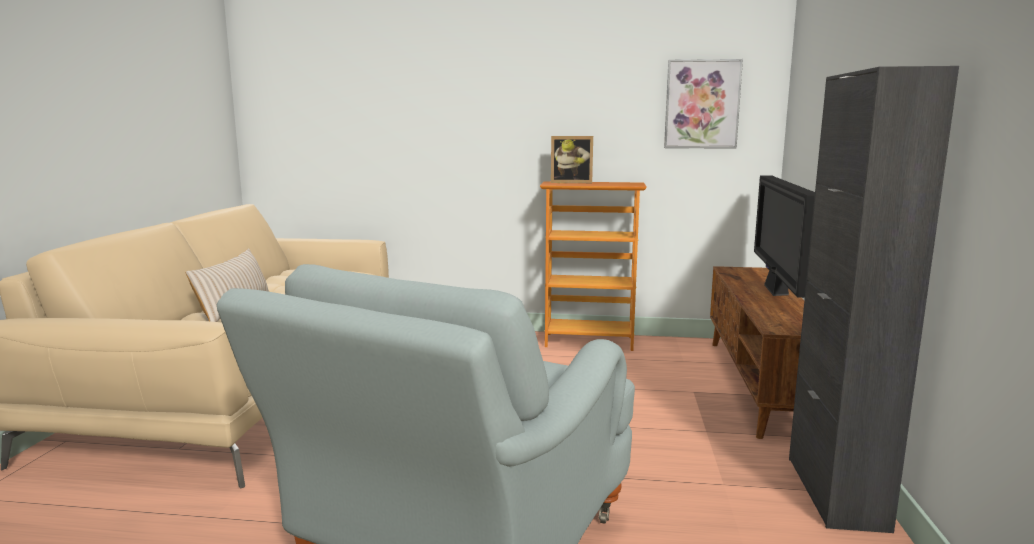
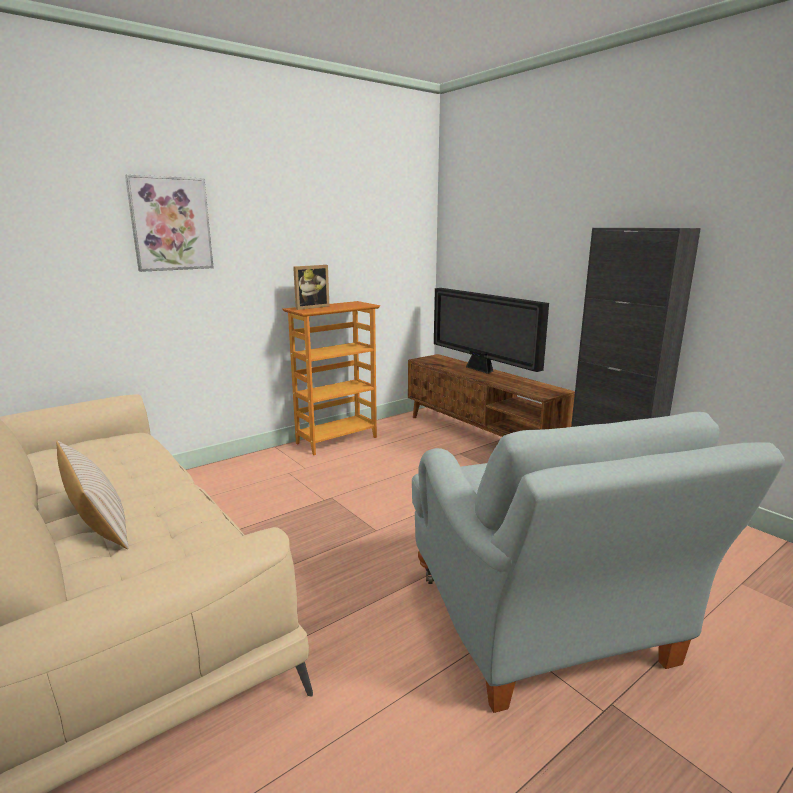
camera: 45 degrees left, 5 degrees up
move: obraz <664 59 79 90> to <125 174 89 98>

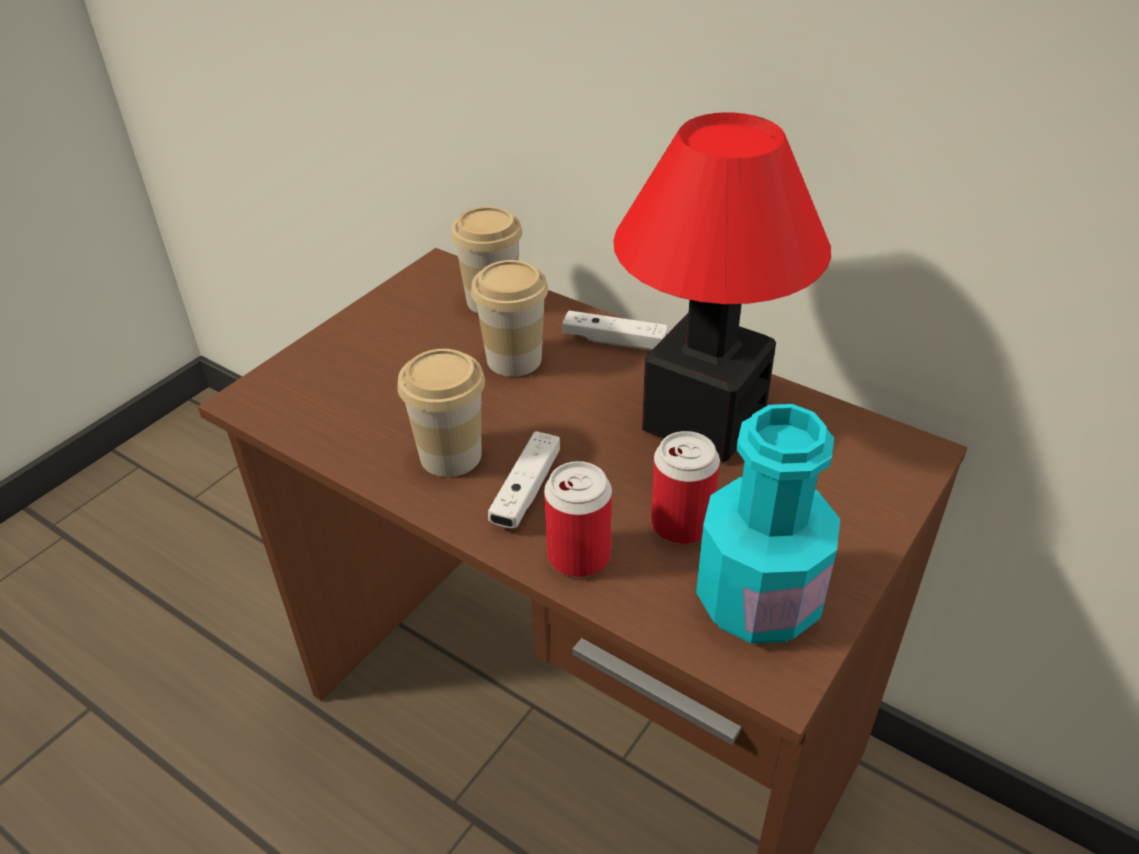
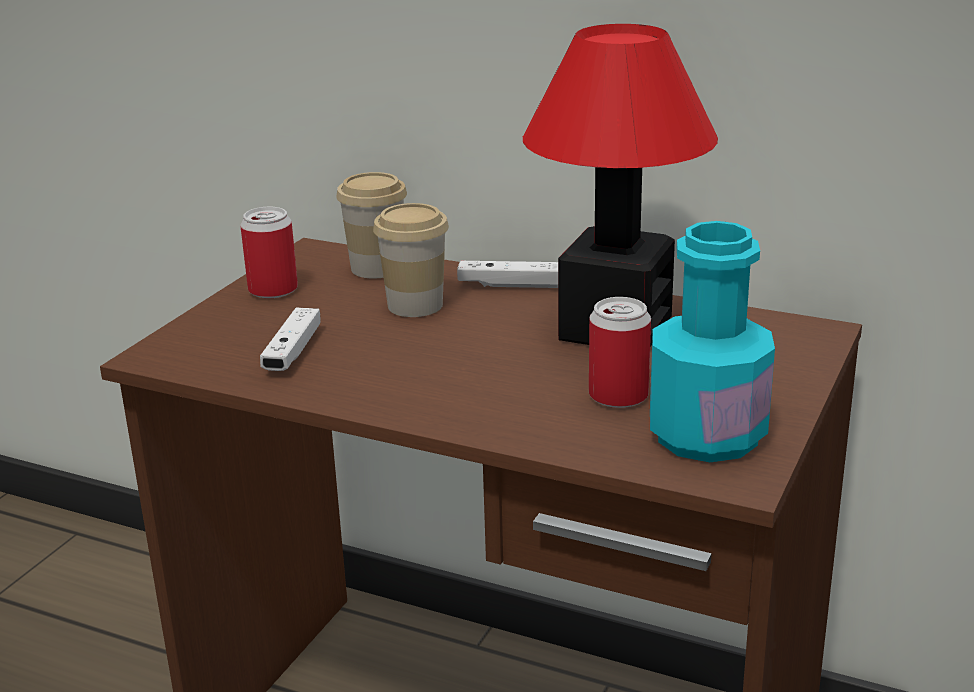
camera: 10 degrees left, 15 degrees down
delete: filiżanka <397 349 88 128>
move: pad do gier [biały] <488 431 72 98> to <260 308 61 63>; puszka <544 461 68 116> to <240 207 58 91>

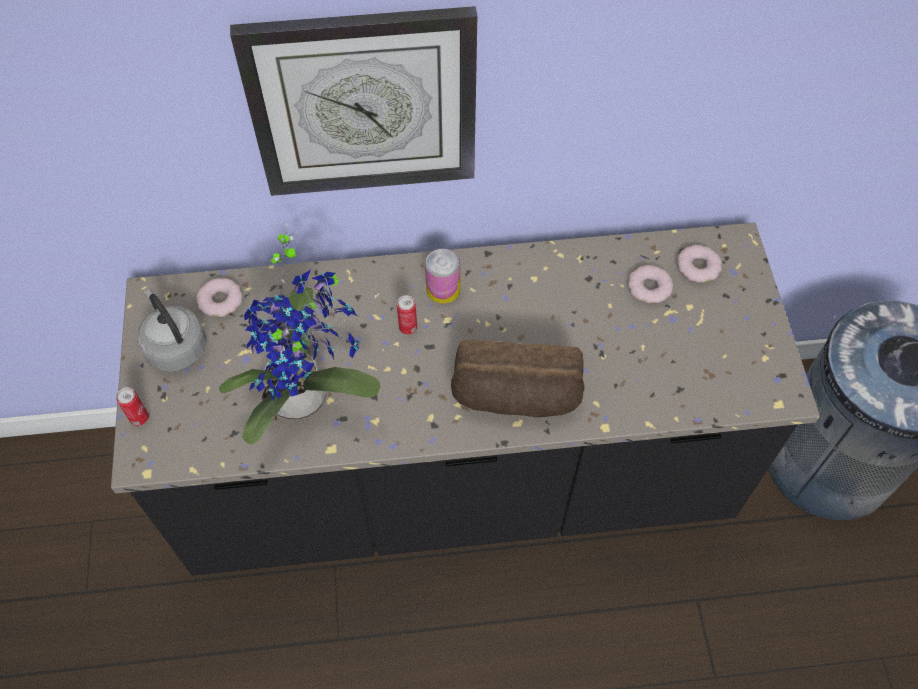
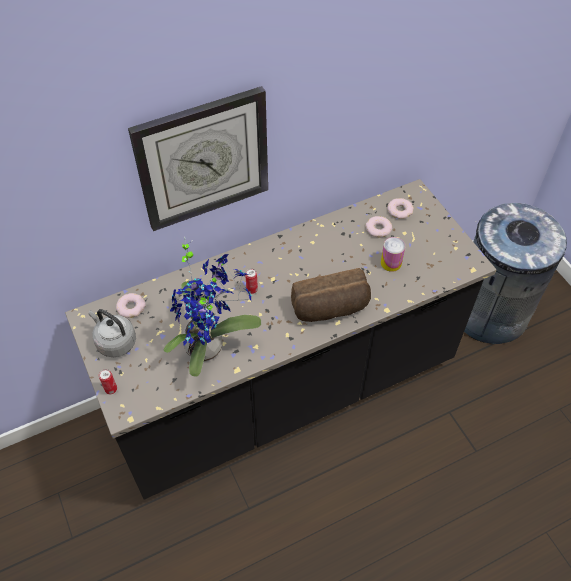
camera: 20 degrees left, 5 degrees down
move: puszka <425 249 36 55> to <381 237 24 35>

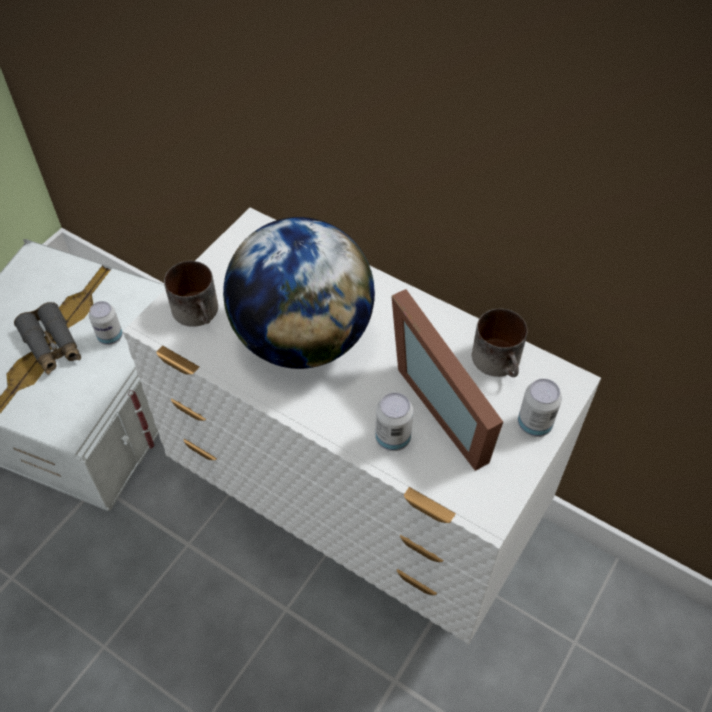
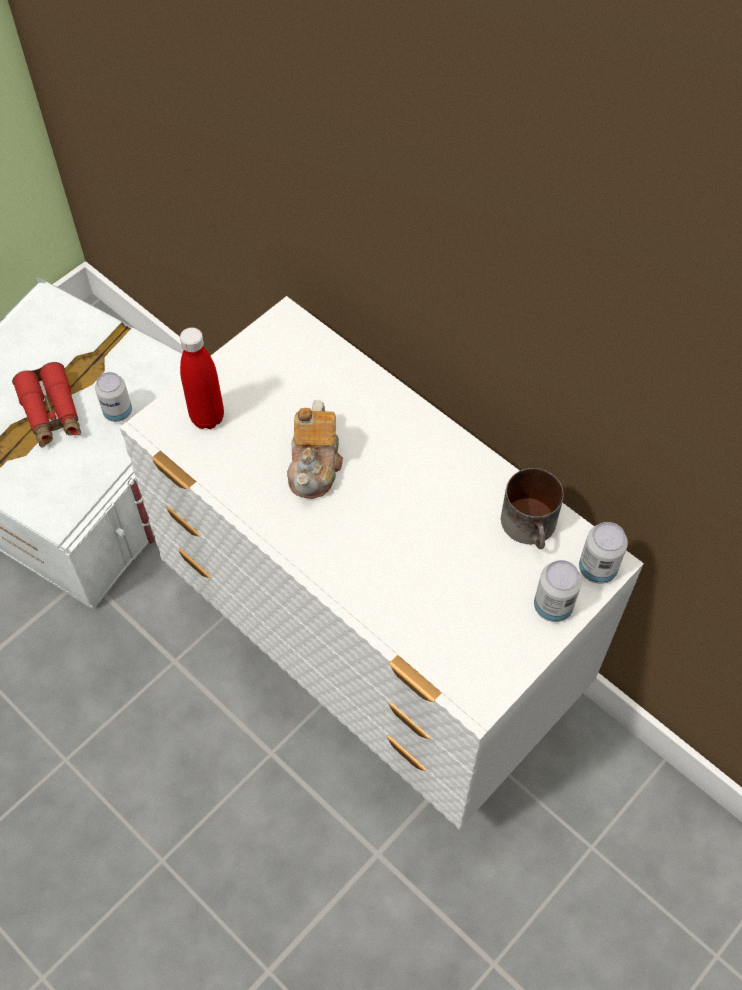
camera: 10 degrees right, 5 degrees up
delete: ramka na zdjęcie <391 289 112 182>
move: puszka <375 393 38 58> to <579 522 49 62>
replace: kubek <164 261 54 66> to butelka [czerwony] <180 327 44 102>; globus <223 217 152 152> to imbryk <287 400 56 99>
recolor: lornetka [szary] <14 302 67 73> to lornetka [czerwony] <12 362 69 86>

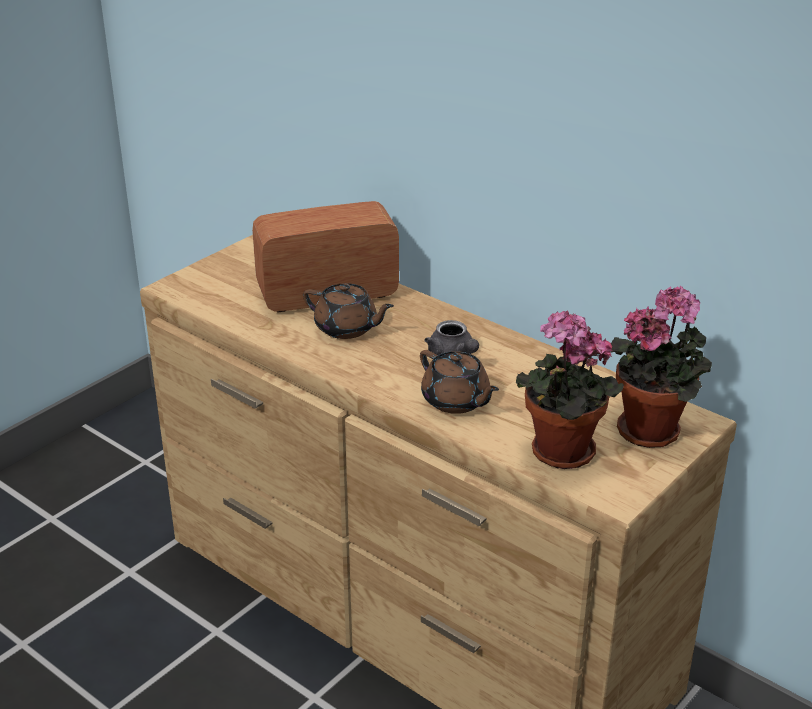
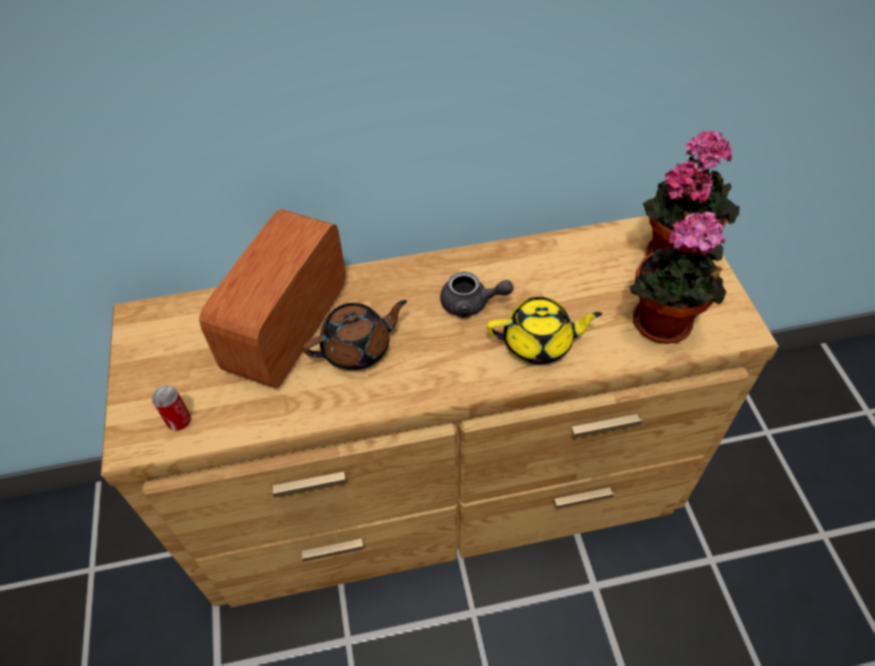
camera: 50 degrees left, 20 degrees up
insert: puszka <152 385 39 45>
recolor: imbryk [brązowy] <420 350 79 64> to imbryk [żółty] <487 297 115 67>

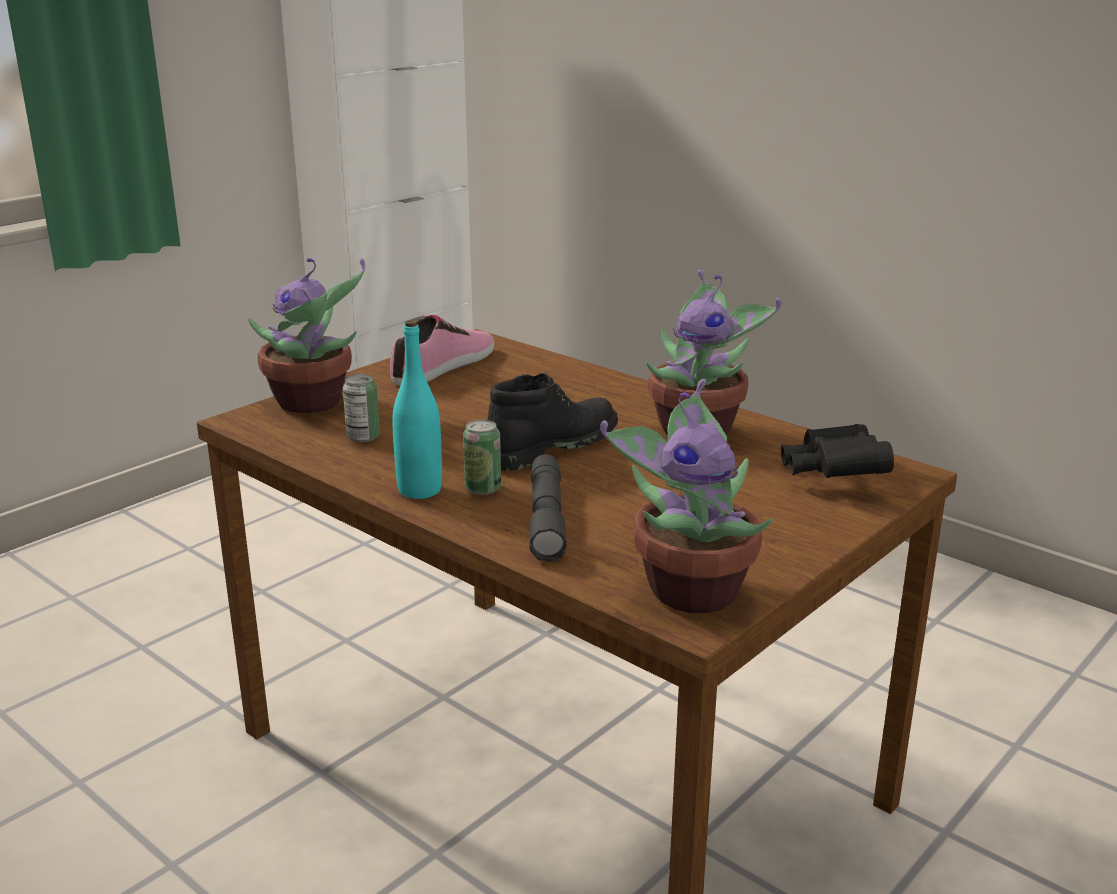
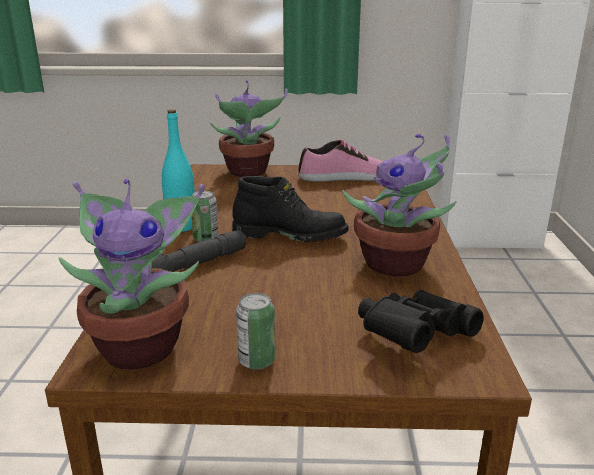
camera: 50 degrees right, 0 degrees up
move: puszka <343 374 37 68> to <236 293 39 77>

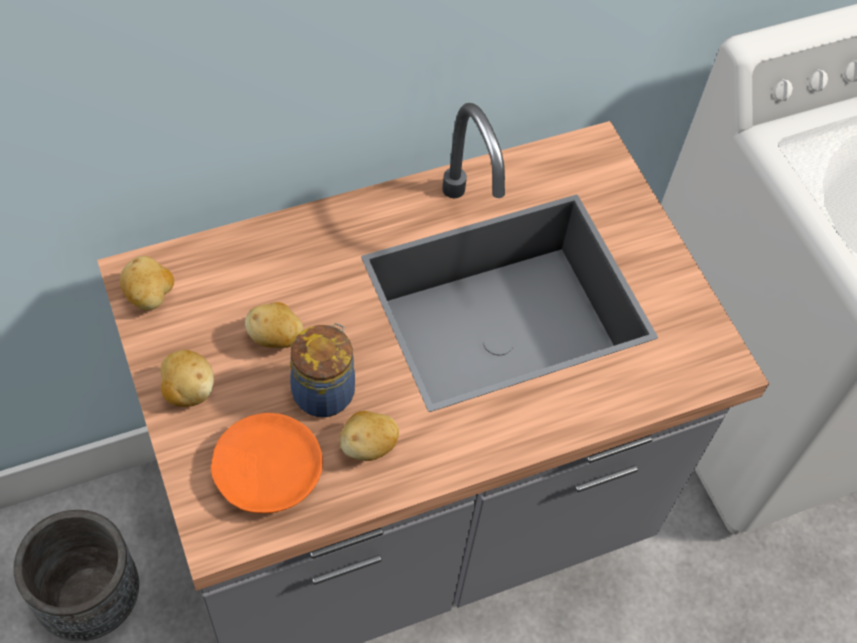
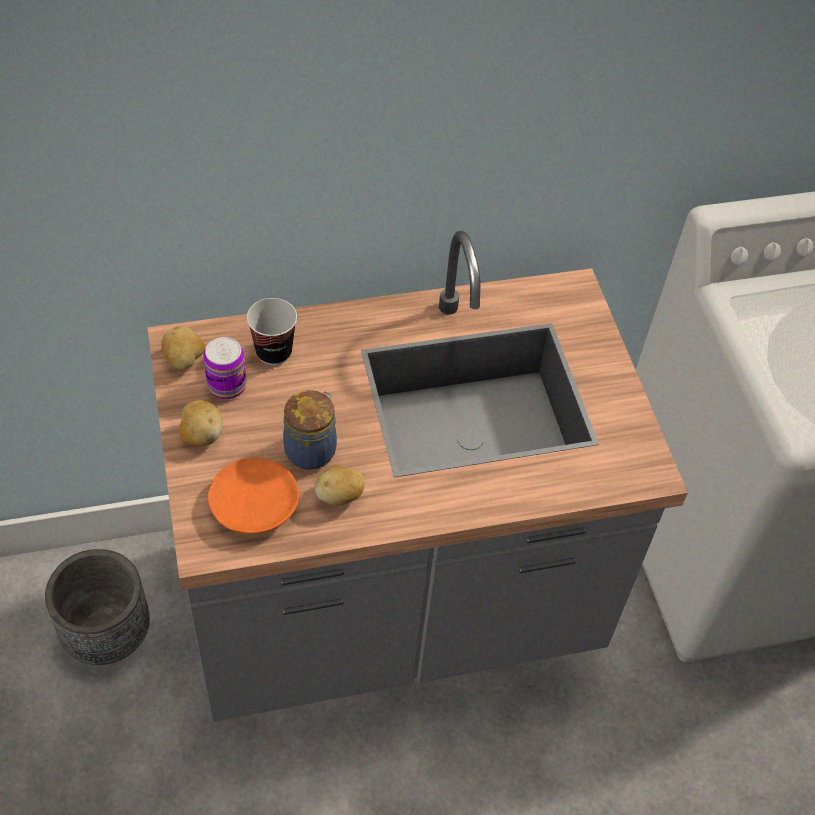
camera: 10 degrees right, 5 degrees down
delete: ziemniak <245 302 58 46>
insert: puszka <203 337 44 62>; filiżanka <247 298 50 67>

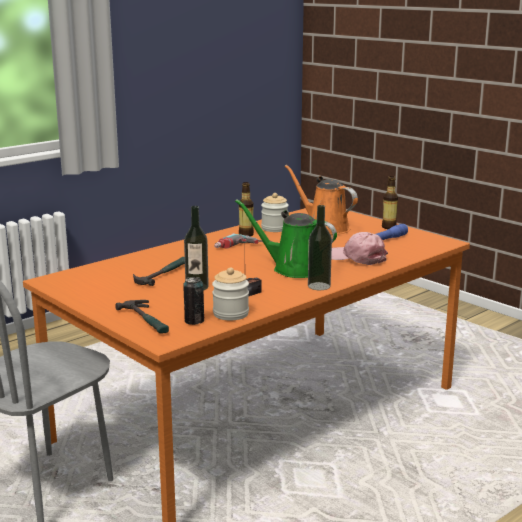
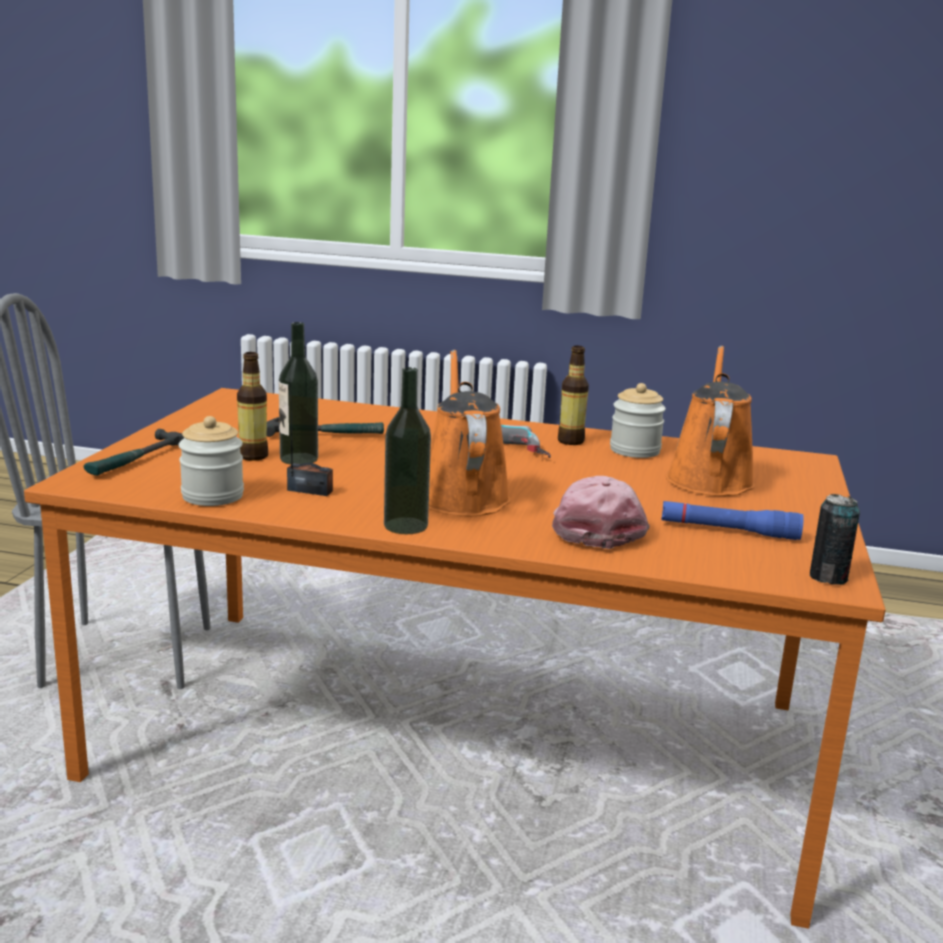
camera: 55 degrees right, 0 degrees up
move: puszka <183 277 21 48> to <810 494 50 91>; butelka <382 176 16 53> to <237 352 31 109>
recolor: konewka [zielony] <235 199 102 79> to konewka [pomarańczowy] <429 350 82 166>

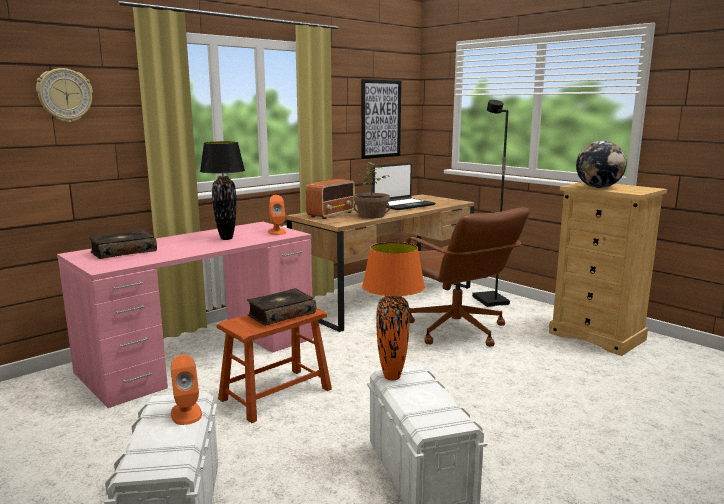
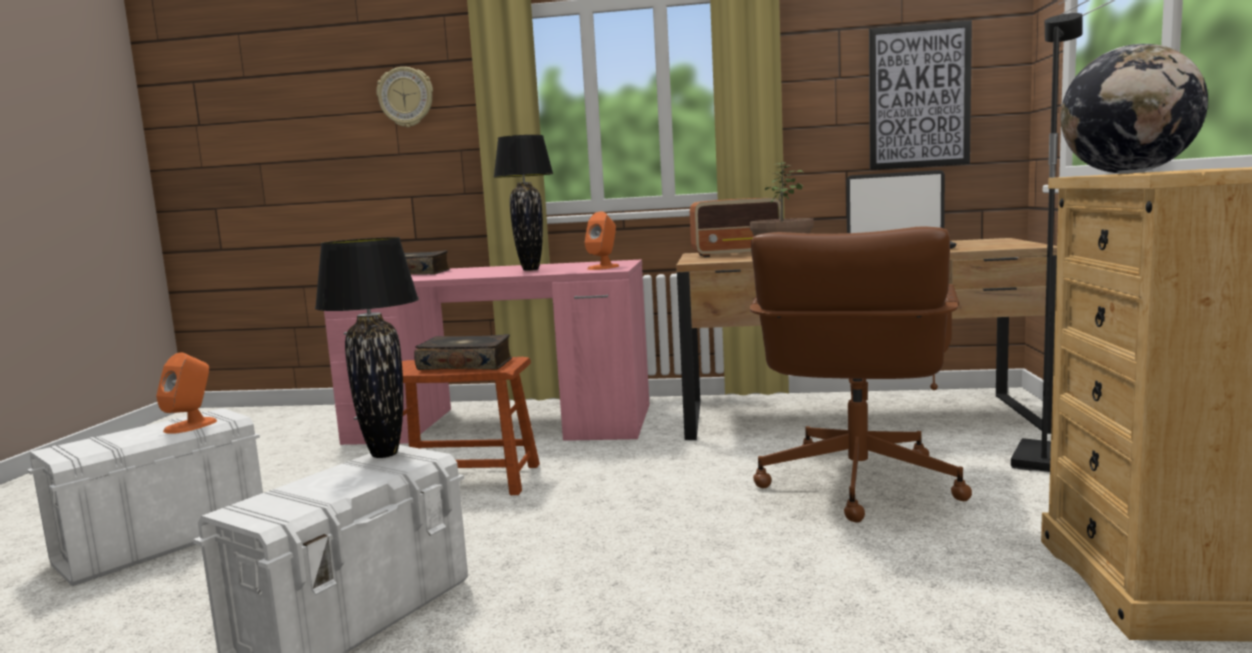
camera: 50 degrees right, 5 degrees down
recolor: lampa stołowa [pomarańczowy] <362 242 63 138> to lampa stołowa [czarny] <315 237 104 221>

